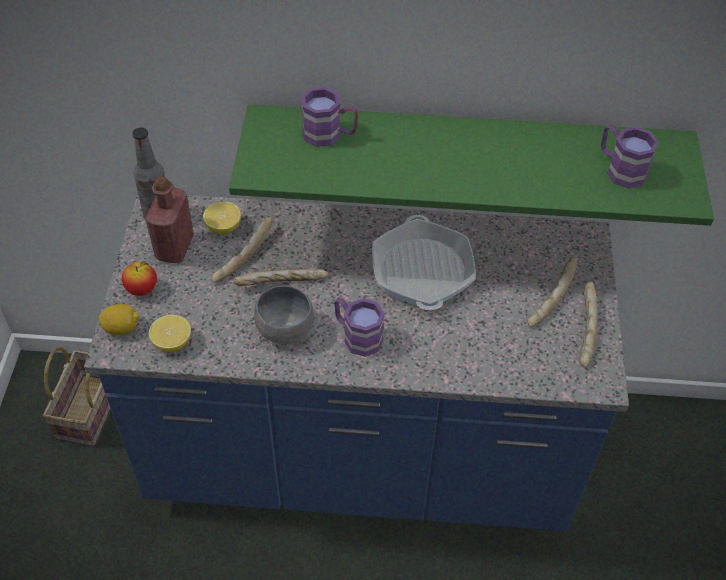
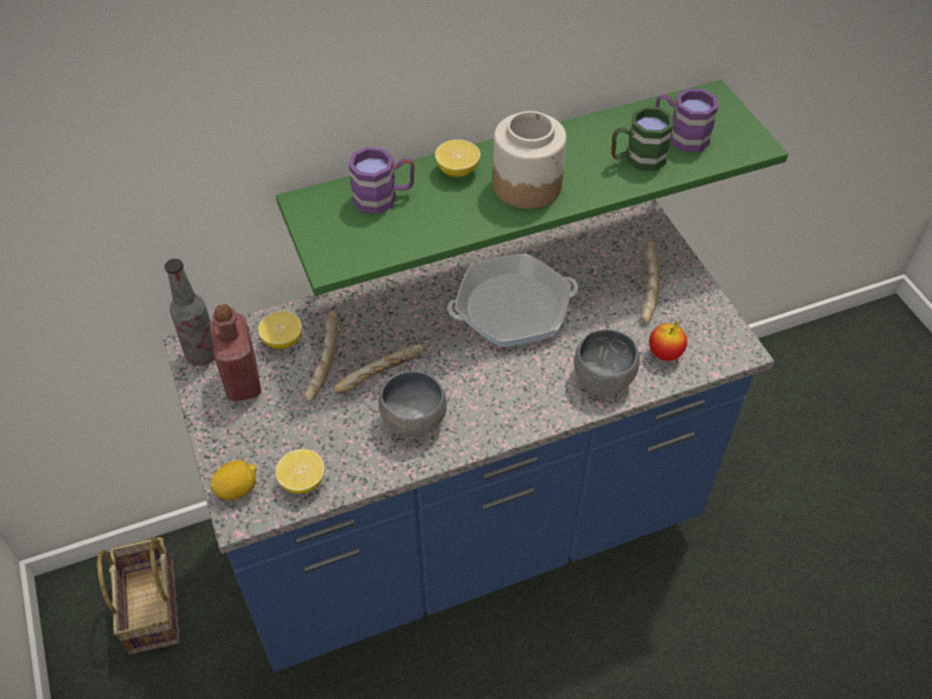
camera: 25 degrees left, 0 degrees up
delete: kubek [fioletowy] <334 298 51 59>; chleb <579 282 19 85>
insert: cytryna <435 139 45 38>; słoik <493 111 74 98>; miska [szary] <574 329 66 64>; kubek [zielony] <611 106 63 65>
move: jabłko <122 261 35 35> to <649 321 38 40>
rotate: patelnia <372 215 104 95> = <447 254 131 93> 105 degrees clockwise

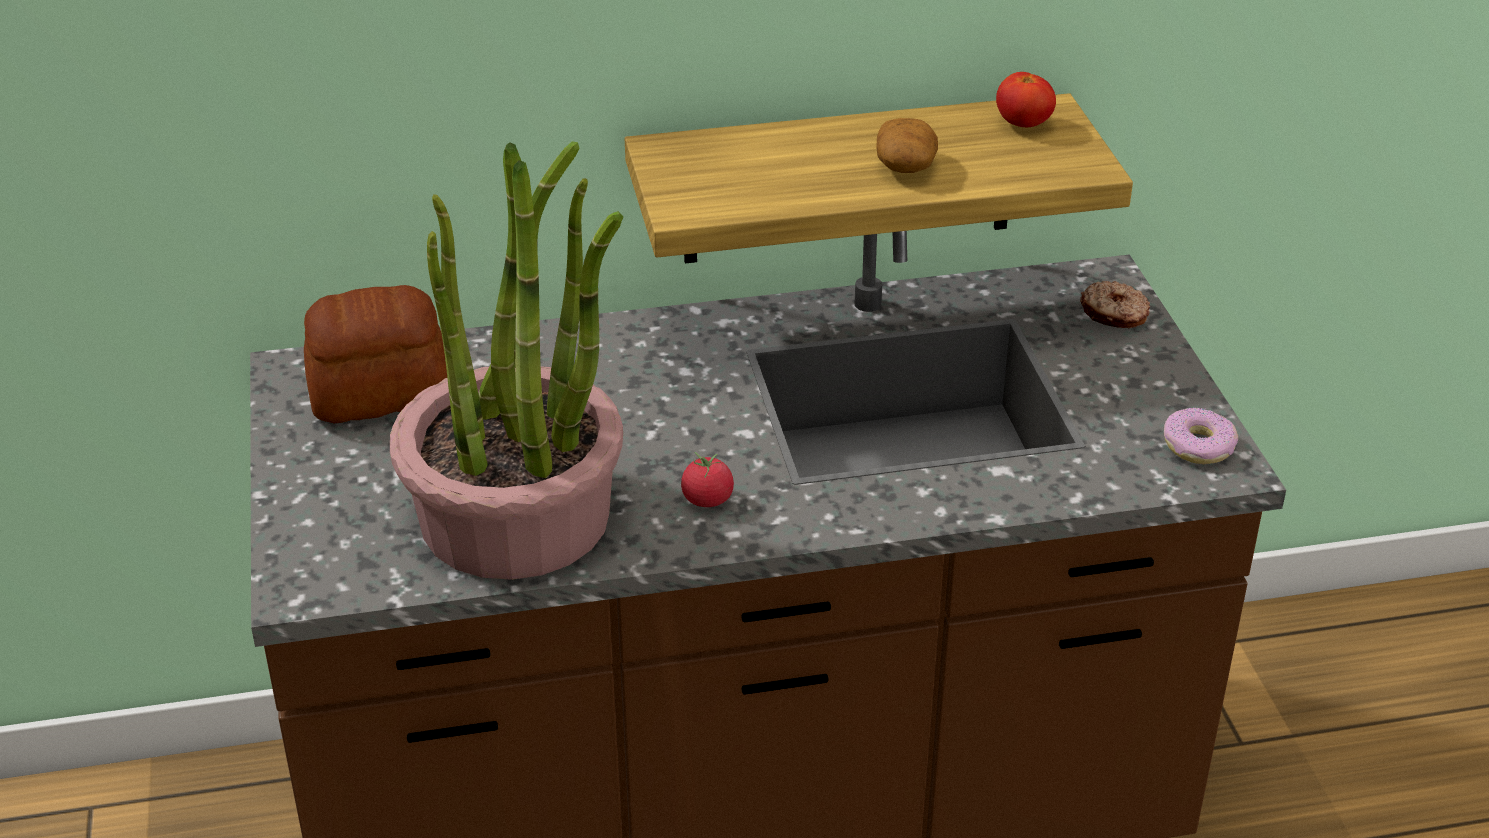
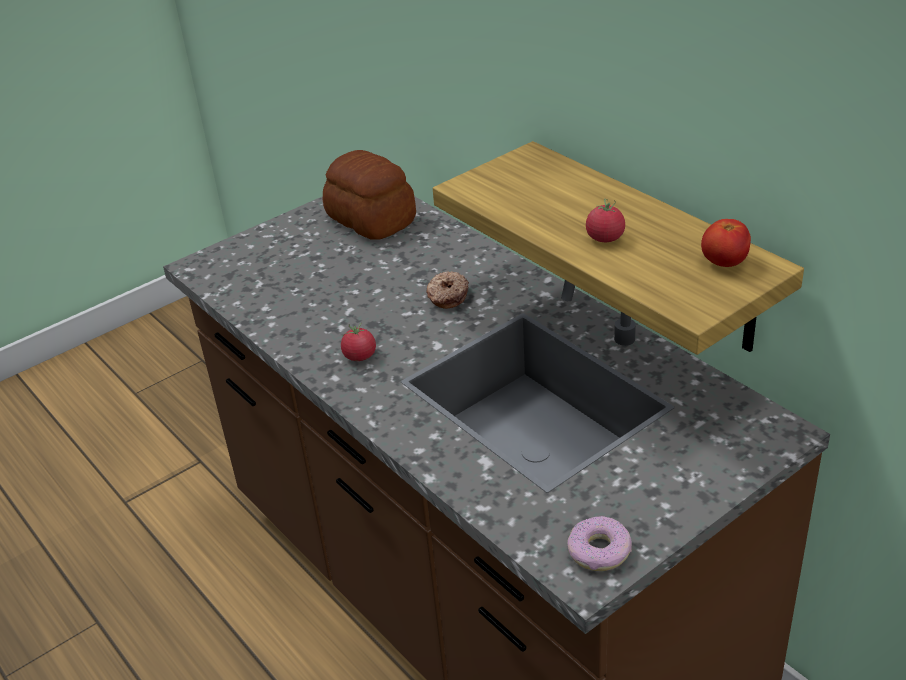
camera: 65 degrees right, 0 degrees up
delete: roślina doniczkowa <390 141 233 439>
move: donut <1080 281 70 47> to <426 271 43 38>
replace: ziemniak <876 118 62 55> to pomidor <586 198 39 44>

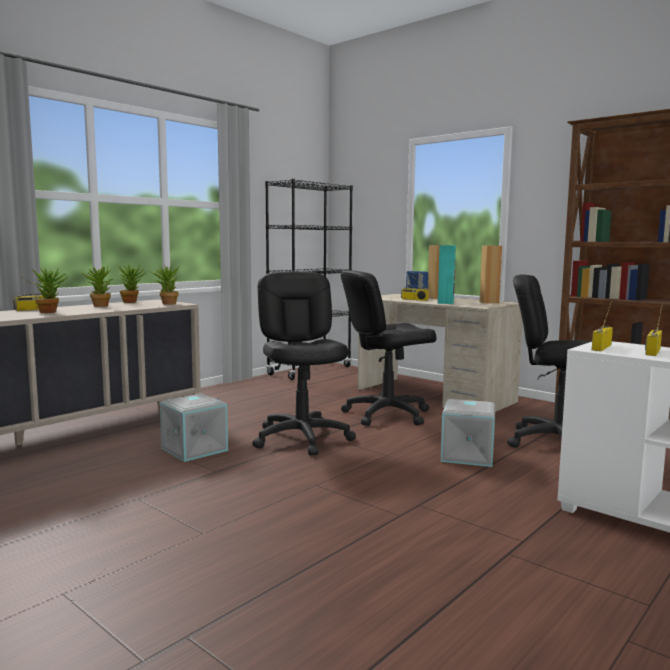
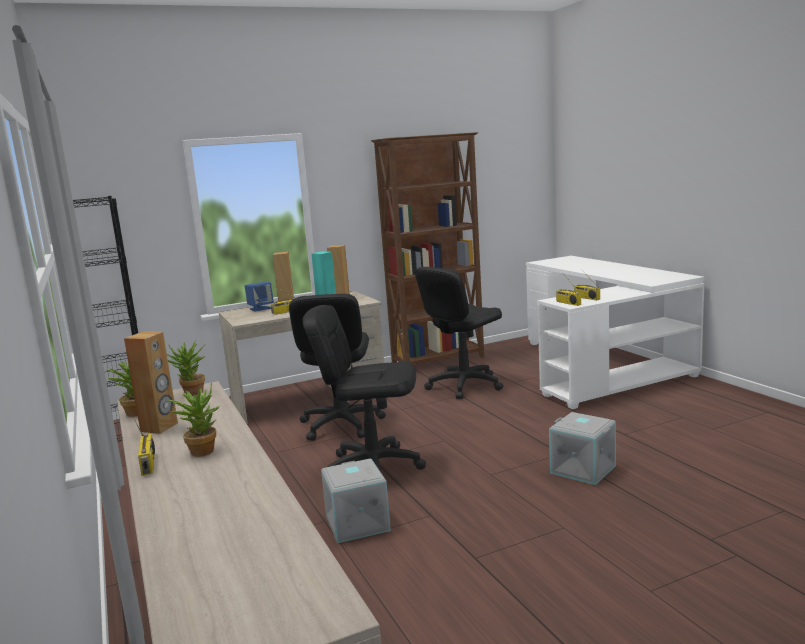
camera: 65 degrees left, 5 degrees up
move: pojemnik do przechowywania [szary] <441 399 55 68> to <549 412 67 73>
replace: roślina doniczkowa <80 265 35 42> to głośnik [brązowy] <124 331 54 103>

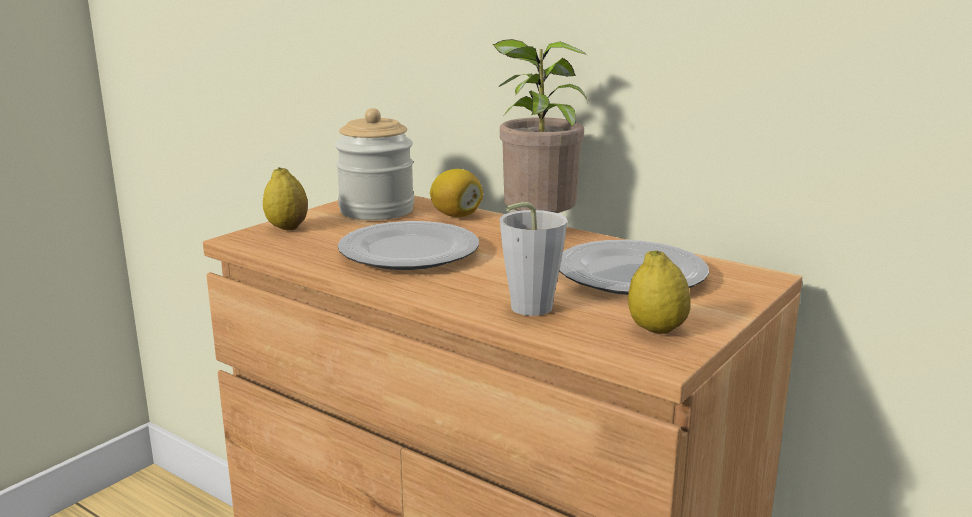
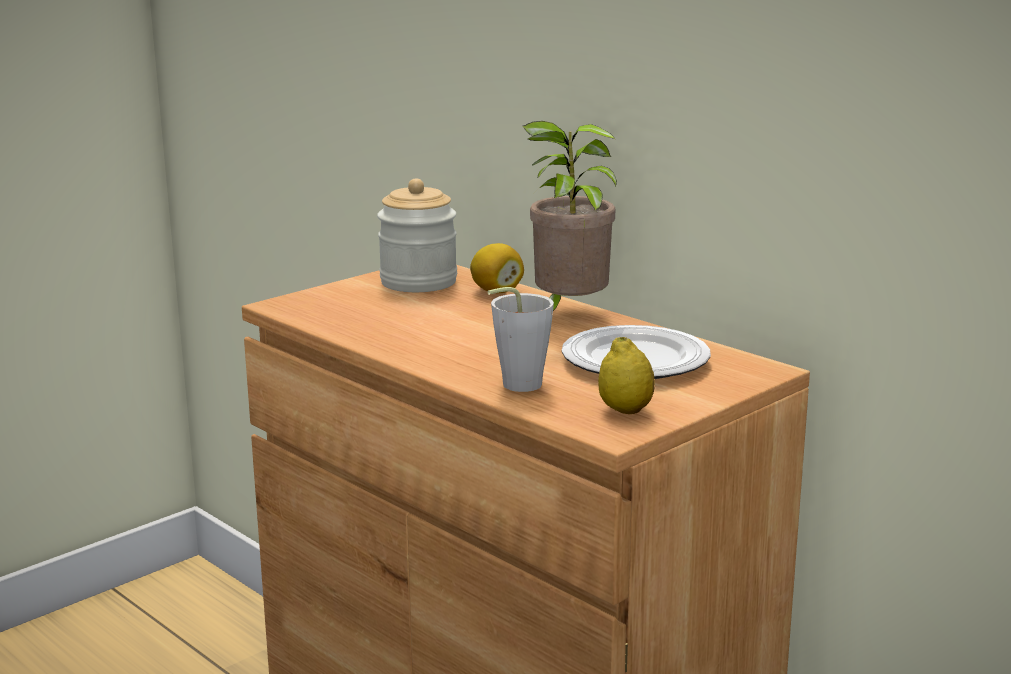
camera: 10 degrees right, 0 degrees up
delete: cytryna <263 167 45 63>; talerz <338 221 141 49>

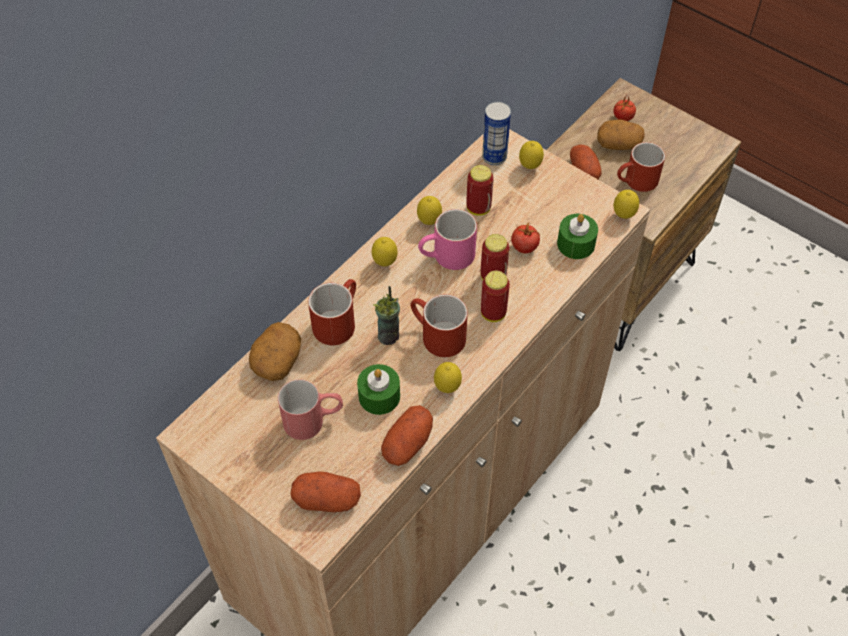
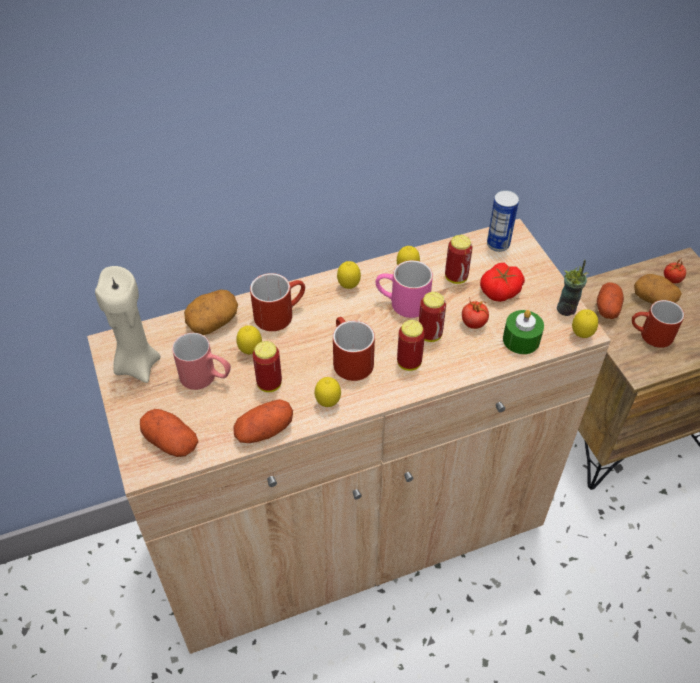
camera: 30 degrees right, 5 degrees down
insert: świeca [beżowy] <95 266 66 117>; pomidor <480 263 45 39>
move: filiżanka <373 286 27 59> to <557 260 31 56>; cytryna <519 141 25 28> to <236 325 26 29>
replace: świeca [zielony] <357 364 43 51> to puszka <253 341 29 51>

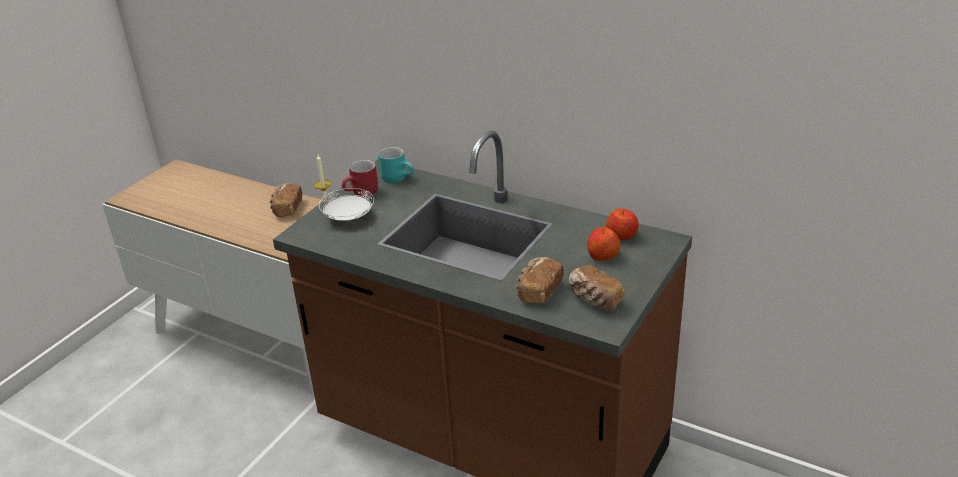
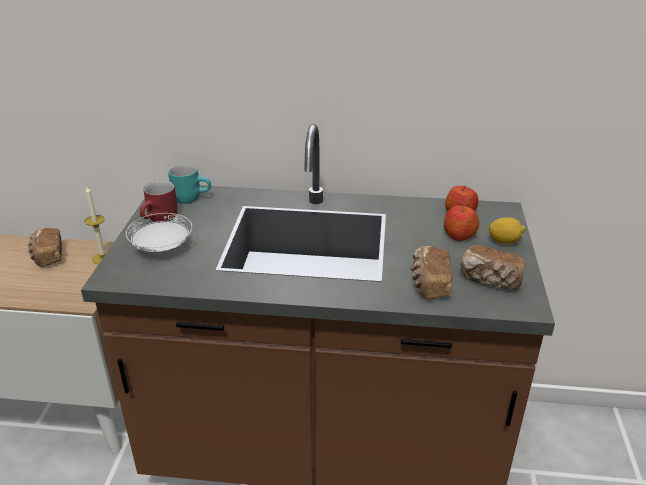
camera: 25 degrees left, 0 degrees up
insert: cytryna <489 217 37 27>

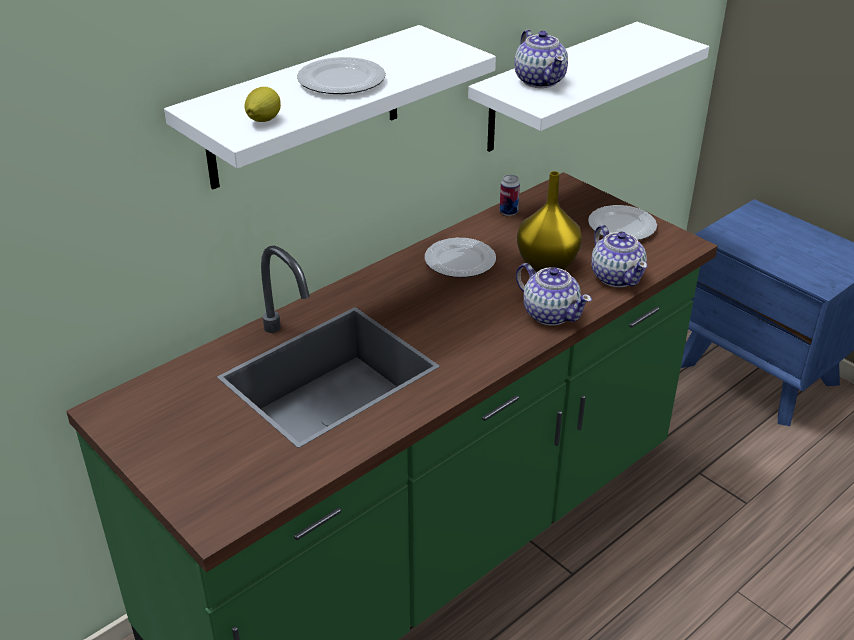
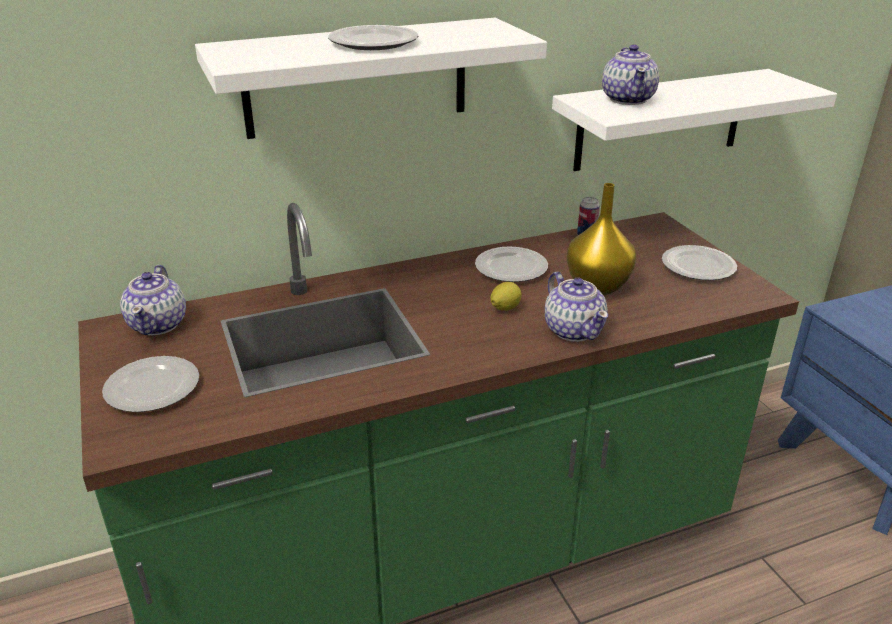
camera: 20 degrees right, 5 degrees down
insert: talerz <102 356 97 56>
move: cytryna <244 87 37 35> to <491 282 31 29>; imbryk <591 225 56 62> to <120 265 66 70>

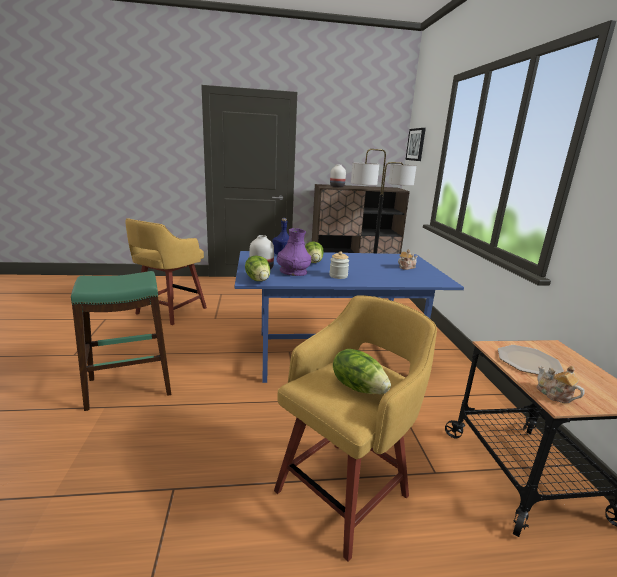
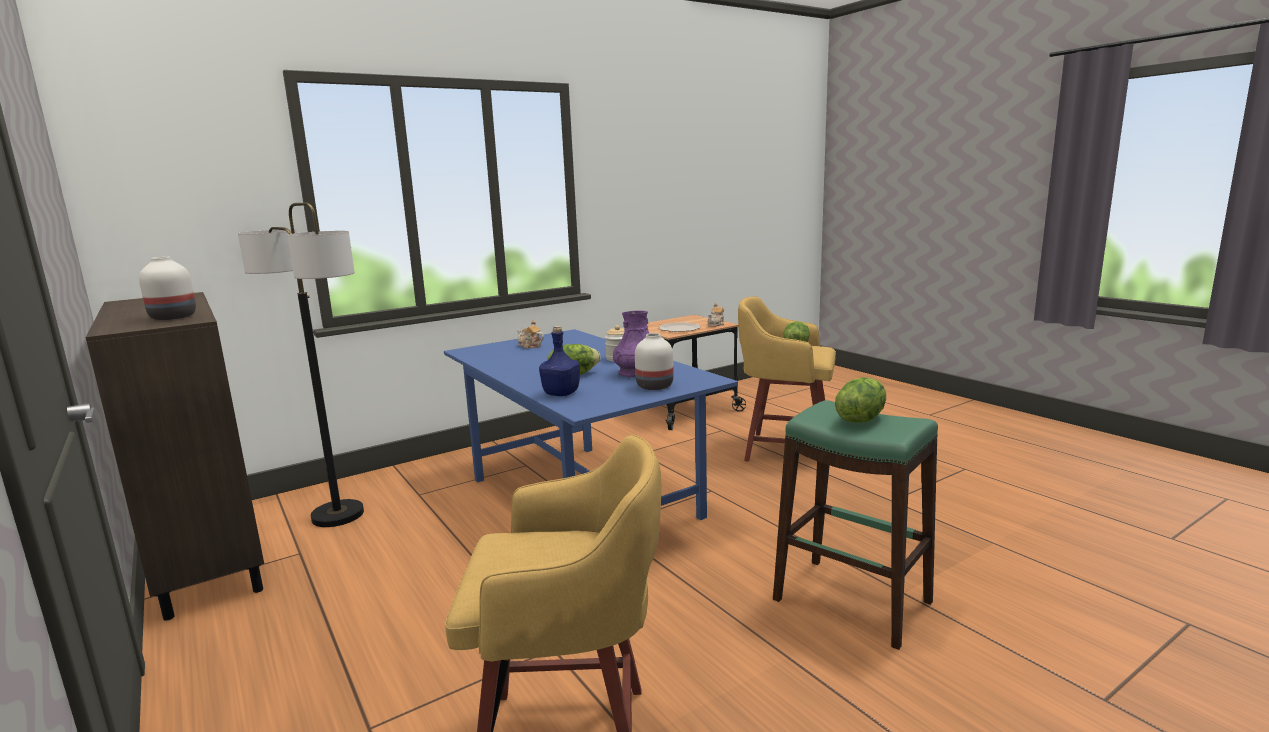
camera: 115 degrees left, 5 degrees down
delete: obraz <405 128 21 33>
move: sałata <245 255 25 26> to <835 377 51 46>

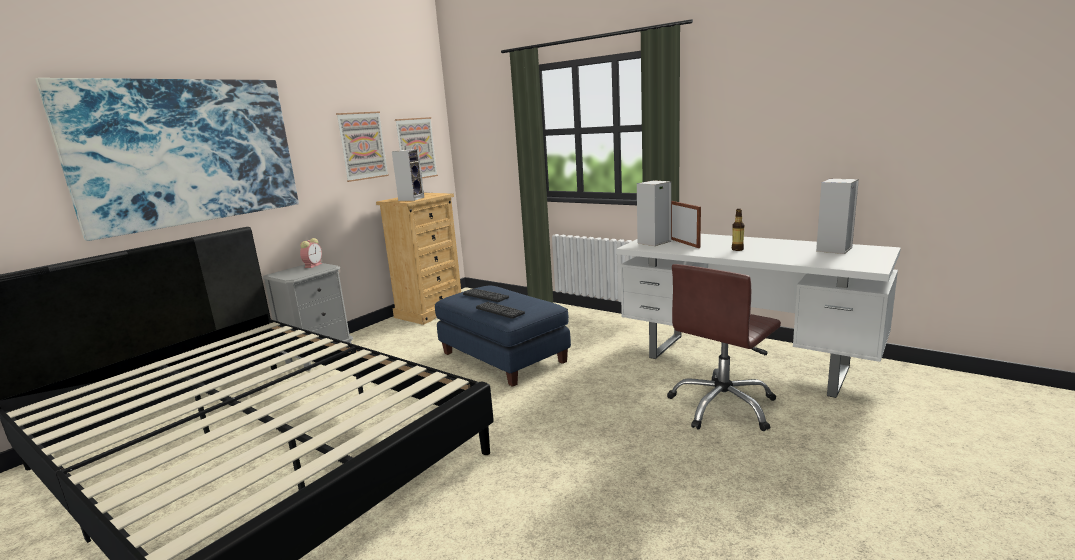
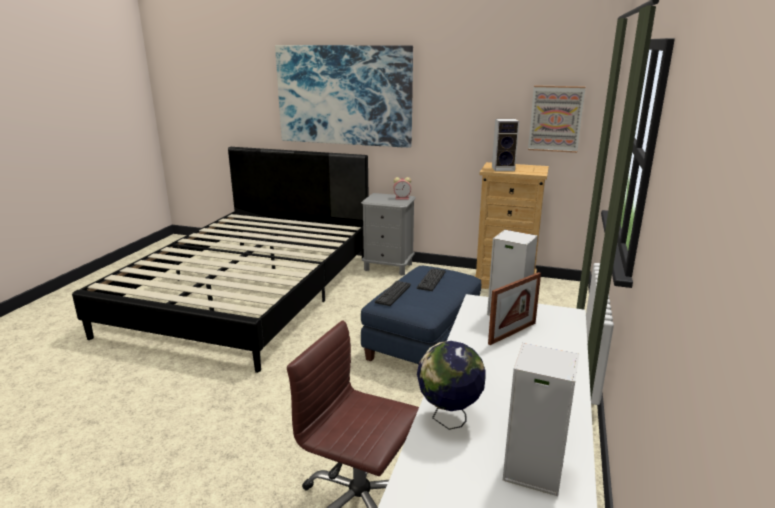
camera: 70 degrees right, 5 degrees up
delete: obraz <336 111 53 71>; butelka <732 209 12 42>
insert: globus <417 341 69 89>

